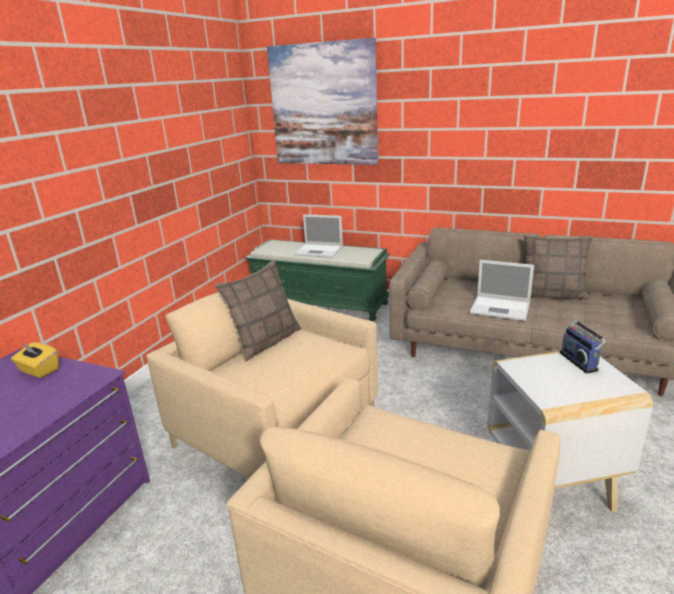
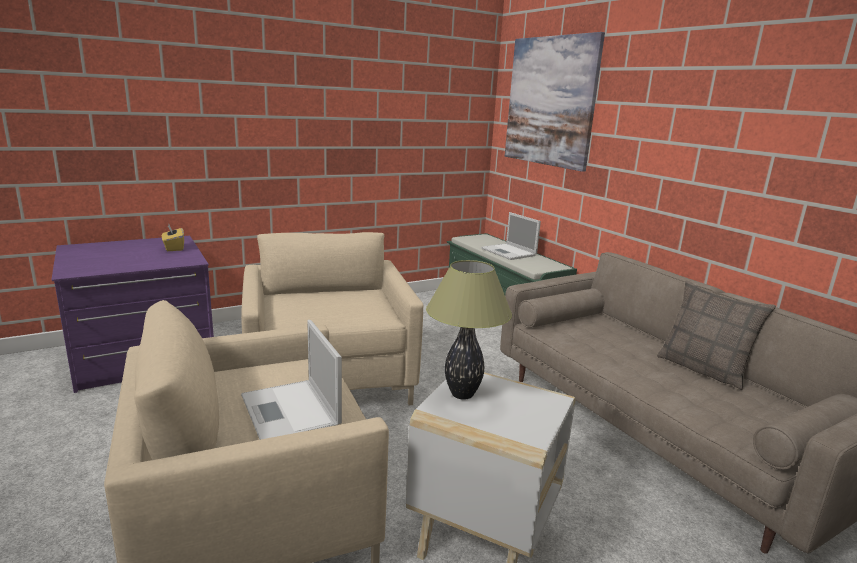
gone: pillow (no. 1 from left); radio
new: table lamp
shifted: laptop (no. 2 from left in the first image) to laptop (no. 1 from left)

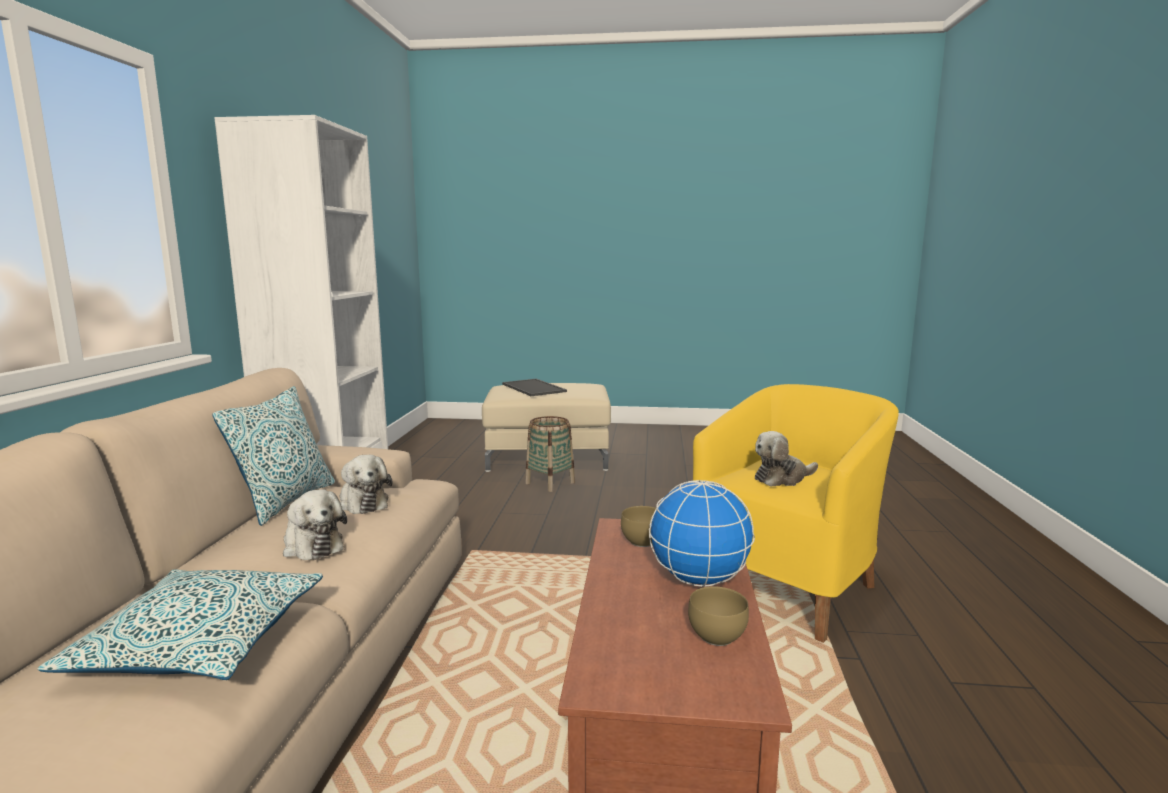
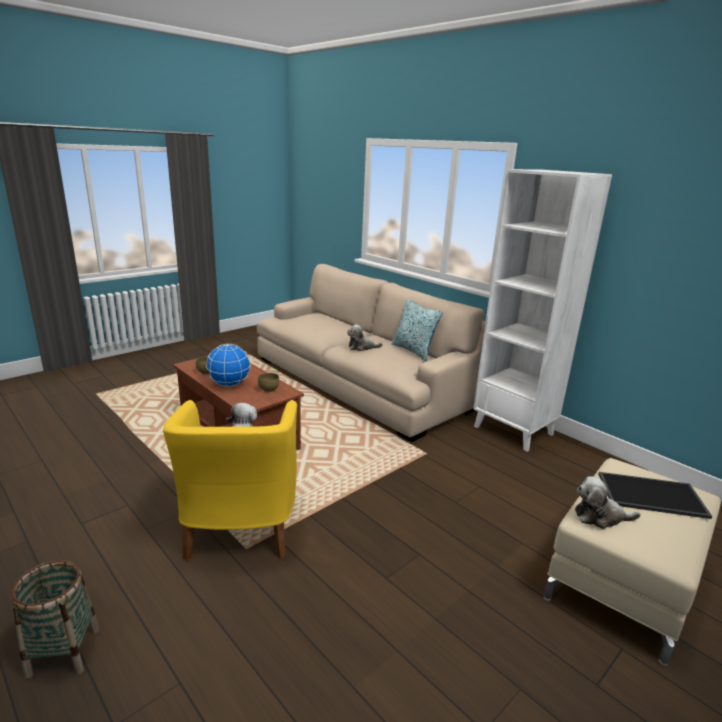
gone: pillow (no. 1 from left)
shifted: basket; plush toy (no. 2 from left in the first image) to plush toy (no. 3 from left)

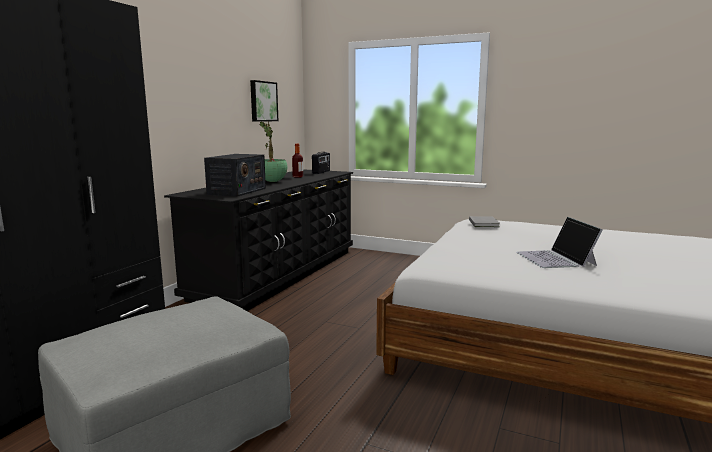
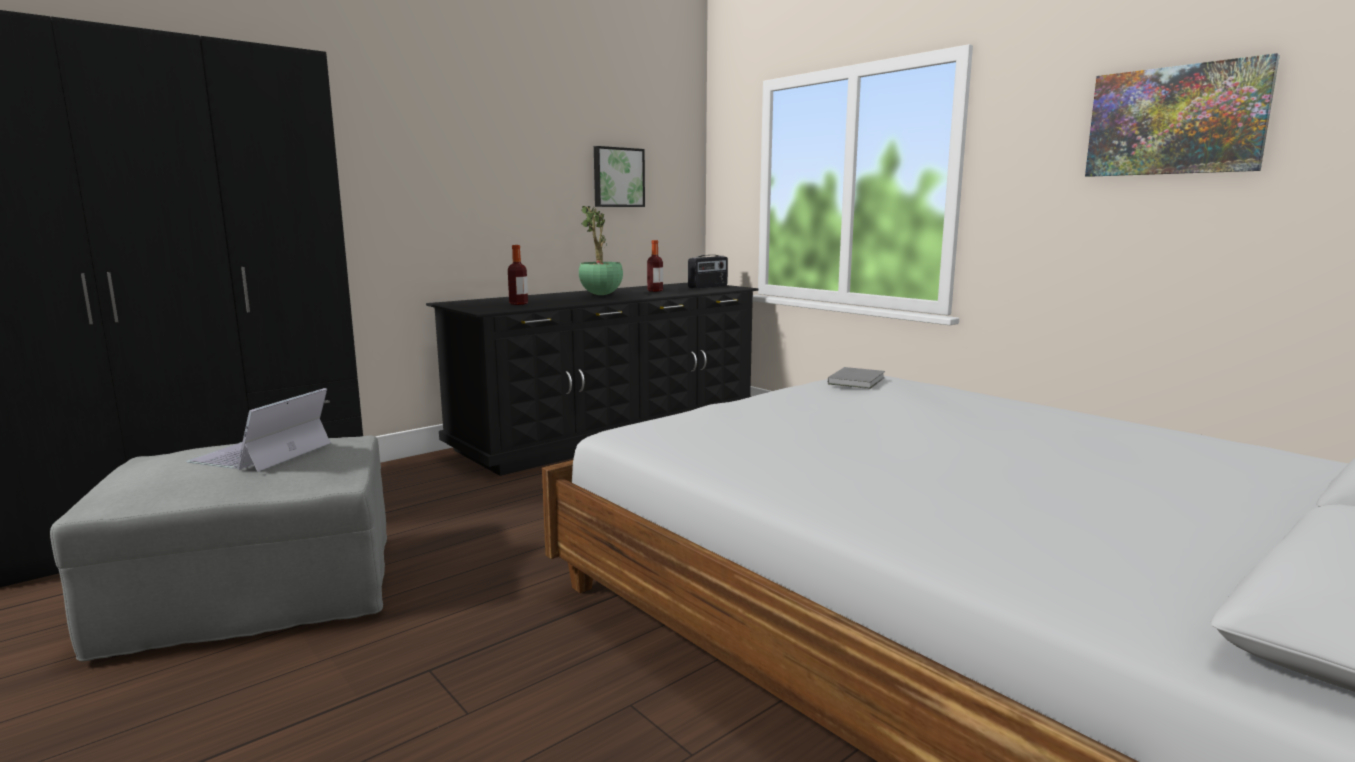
new: picture (no. 2 from left)
shifted: laptop
swapped: radio (no. 1 from left) to bottle (no. 1 from left)

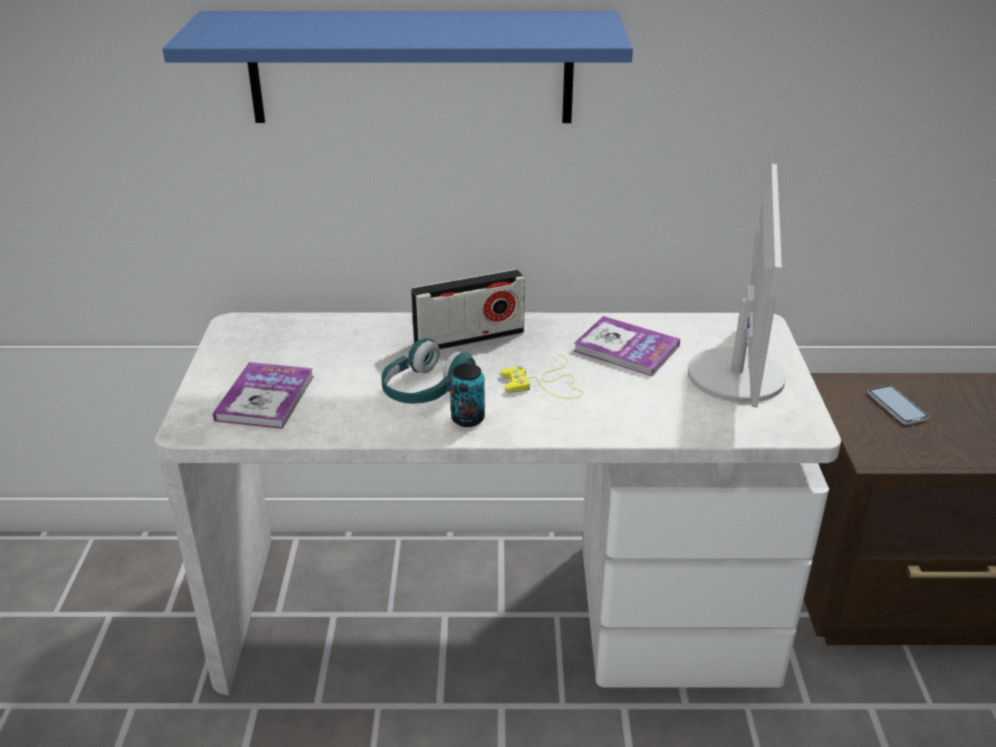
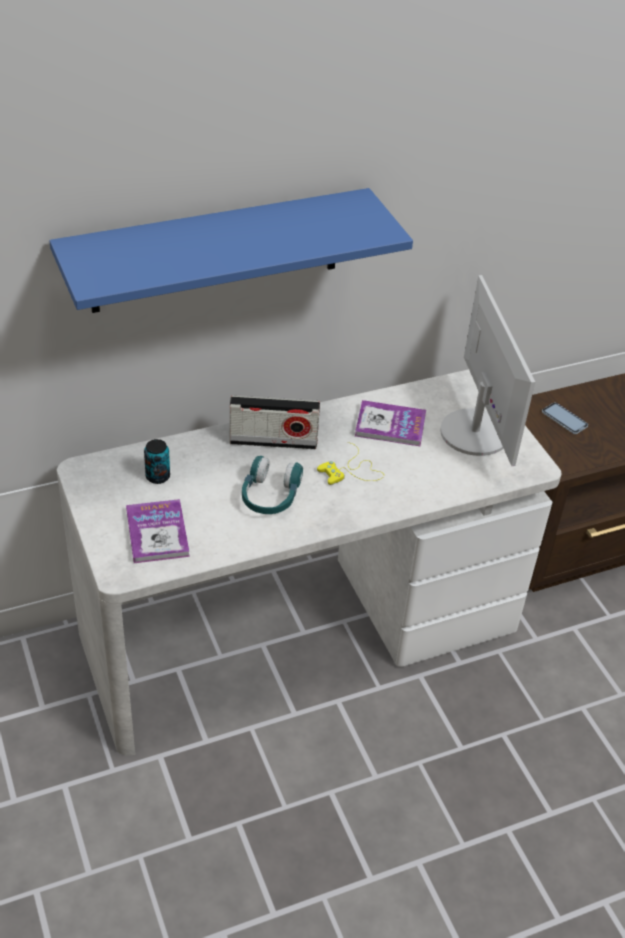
shifted: can
rotated: radio 45 degrees clockwise

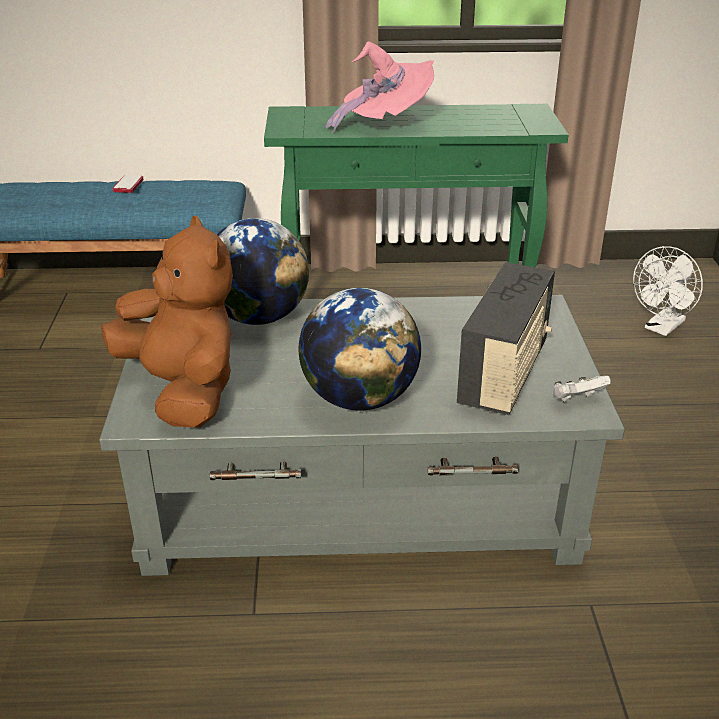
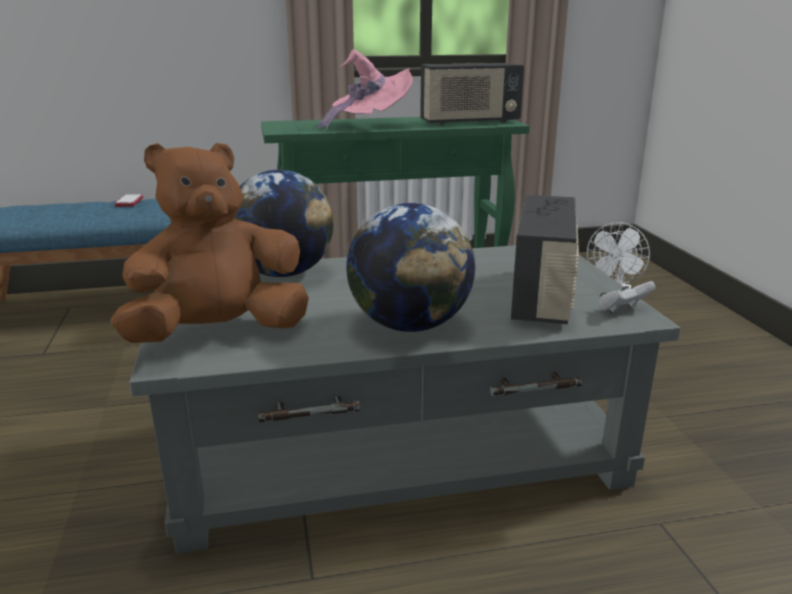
new: radio (no. 1 from left)
rotated: plush toy in brown 75 degrees counterclockwise

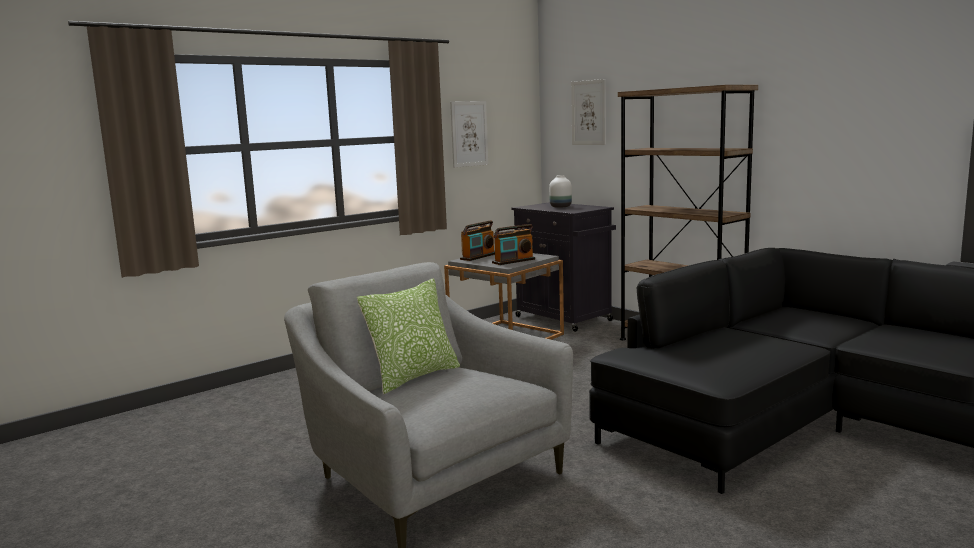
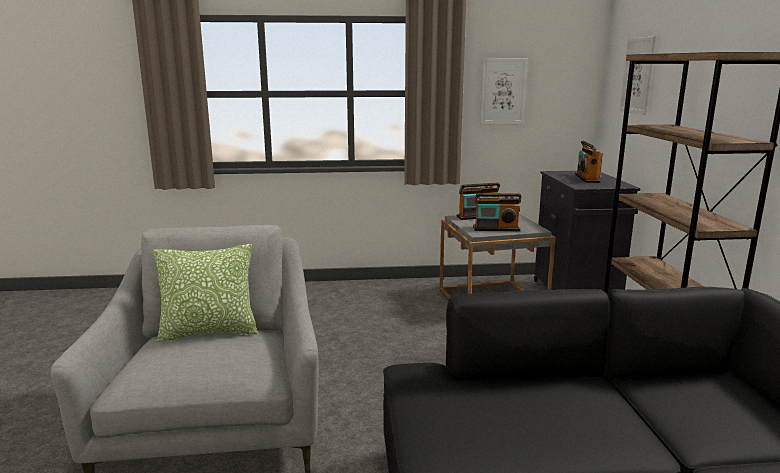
swapped: vase in white to radio (no. 3 from left)

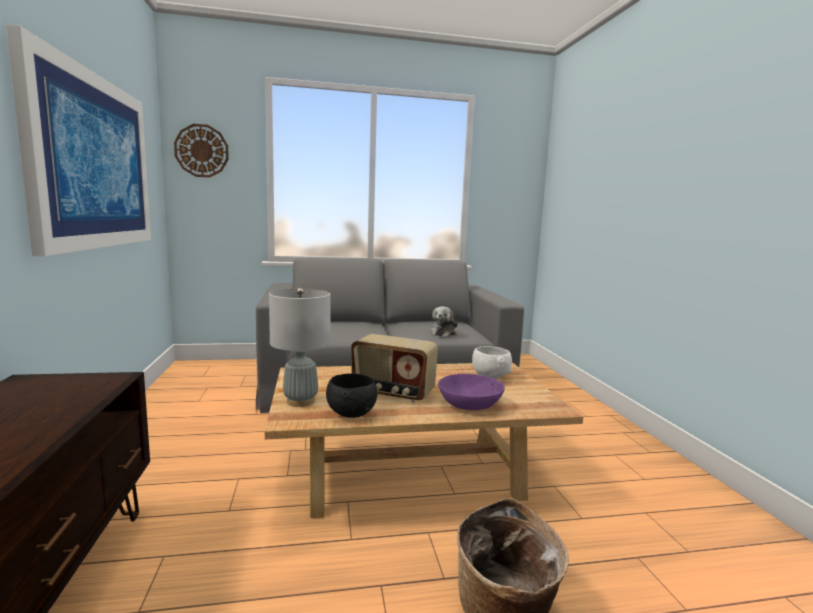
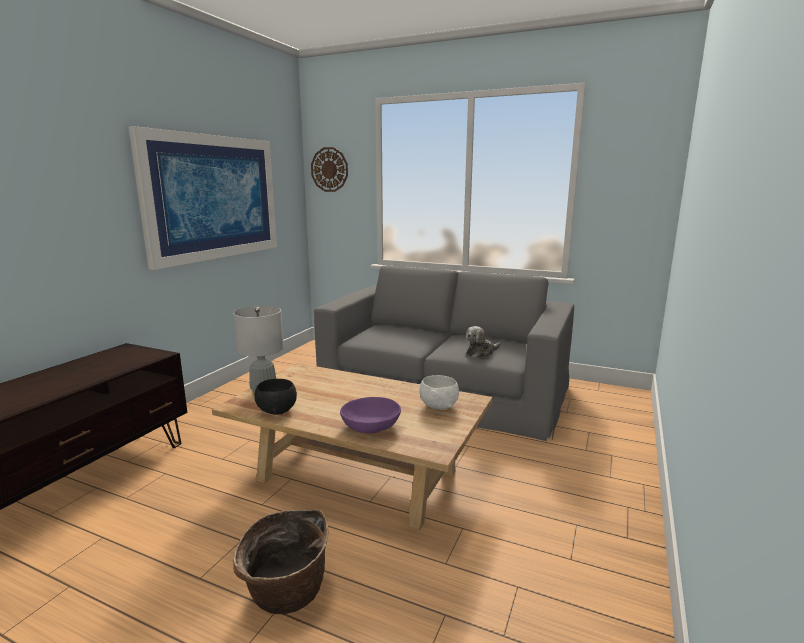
gone: radio

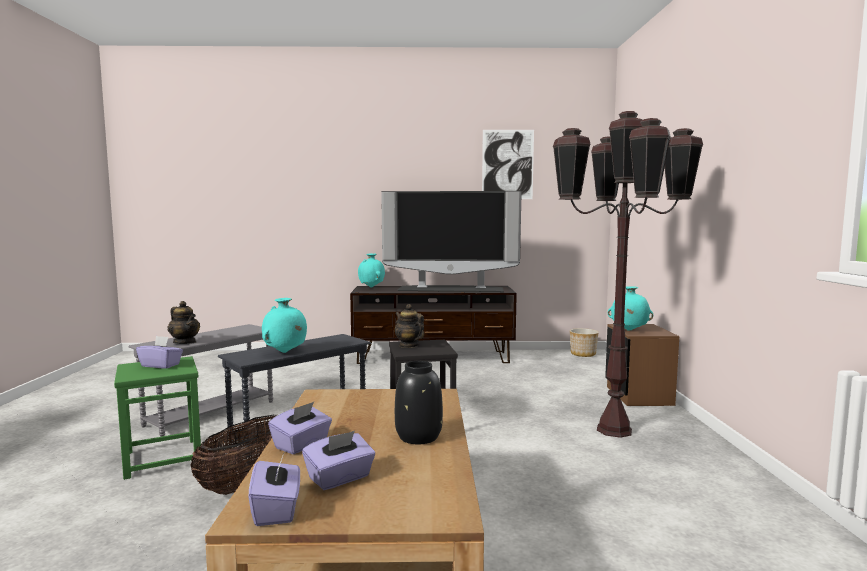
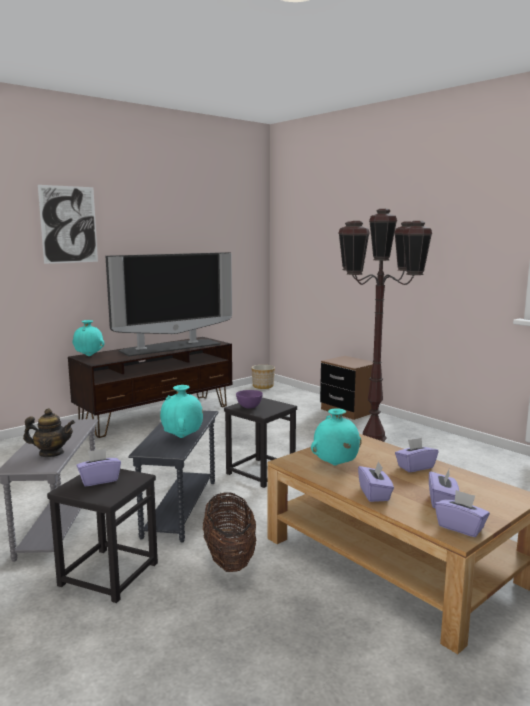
shifted: picture; vase in turquoise (no. 3 from left)
swapped: teapot (no. 2 from left) to bowl in purple; vase in black to tissue box in purple (no. 3 from left)
repainted: stool in green to stool in black (no. 1 from left)

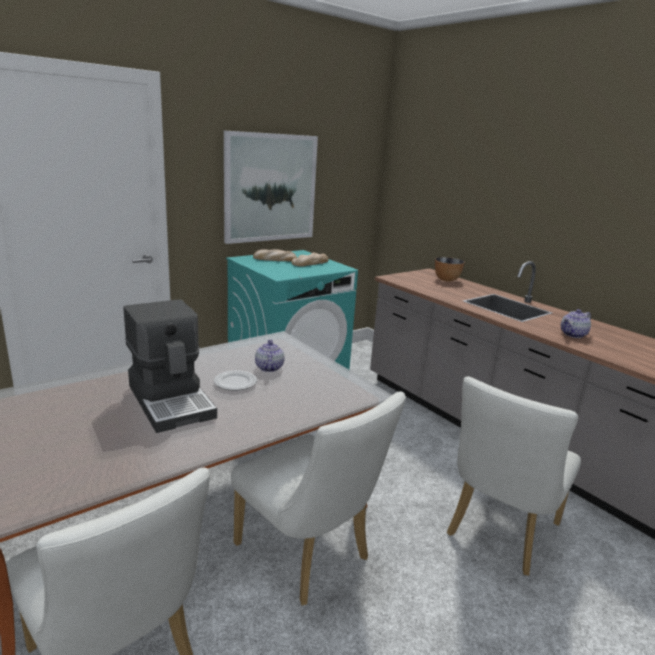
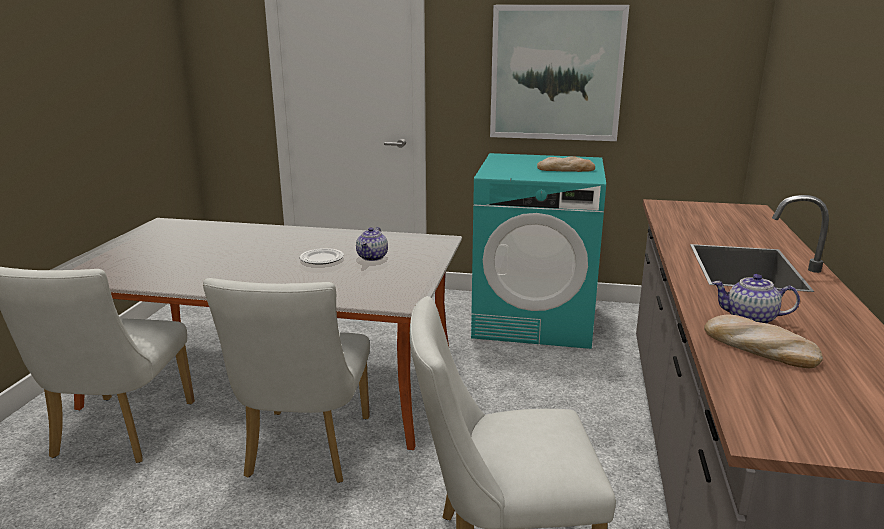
gone: bowl; coffee machine
shifted: bread (no. 1 from left in the first image) to bread (no. 2 from left)
rotated: teapot (no. 1 from left) 150 degrees clockwise

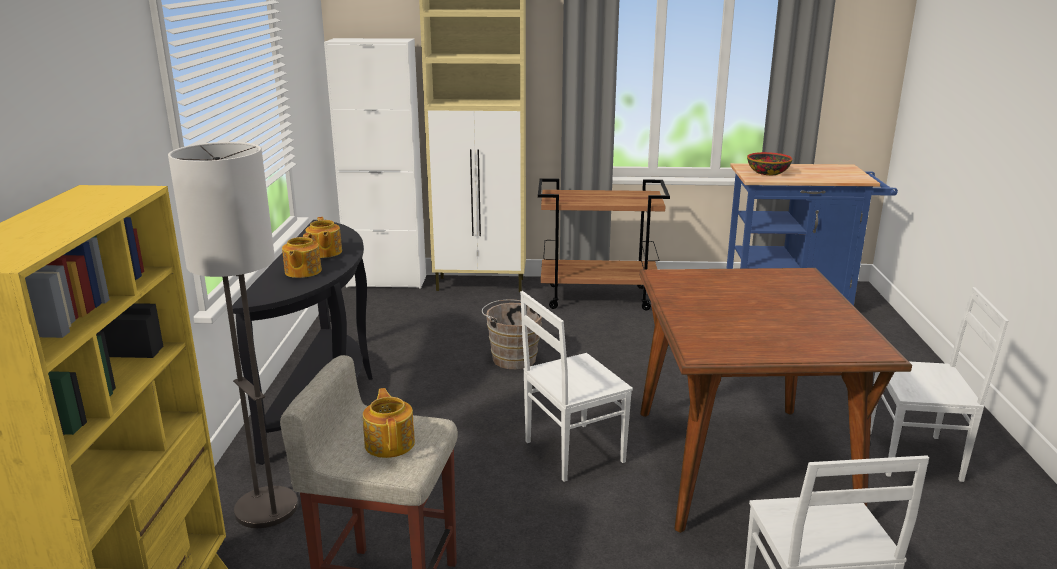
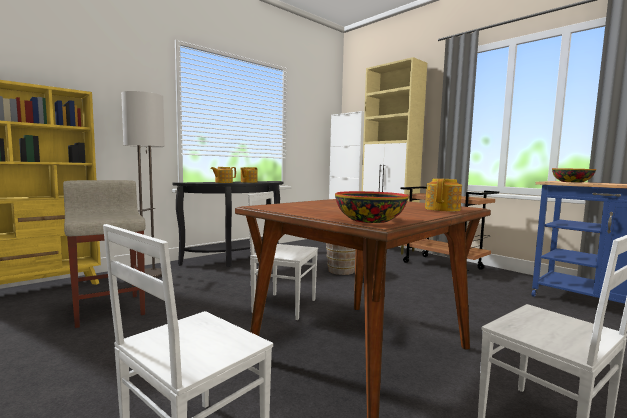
new: bowl (no. 1 from left)
shifted: teapot (no. 3 from left)

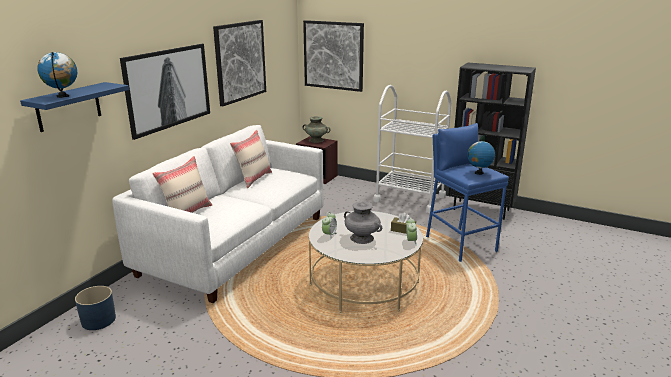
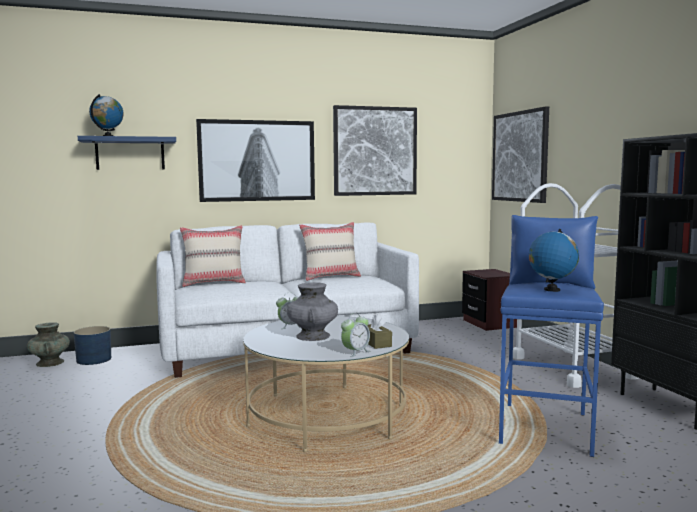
shifted: vase in turquoise

